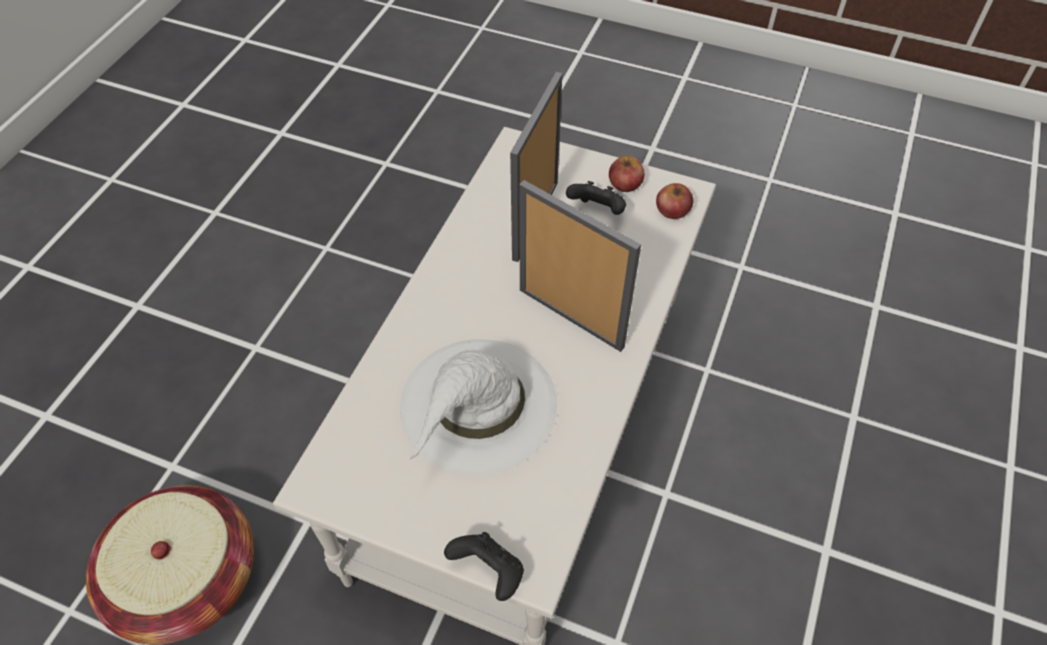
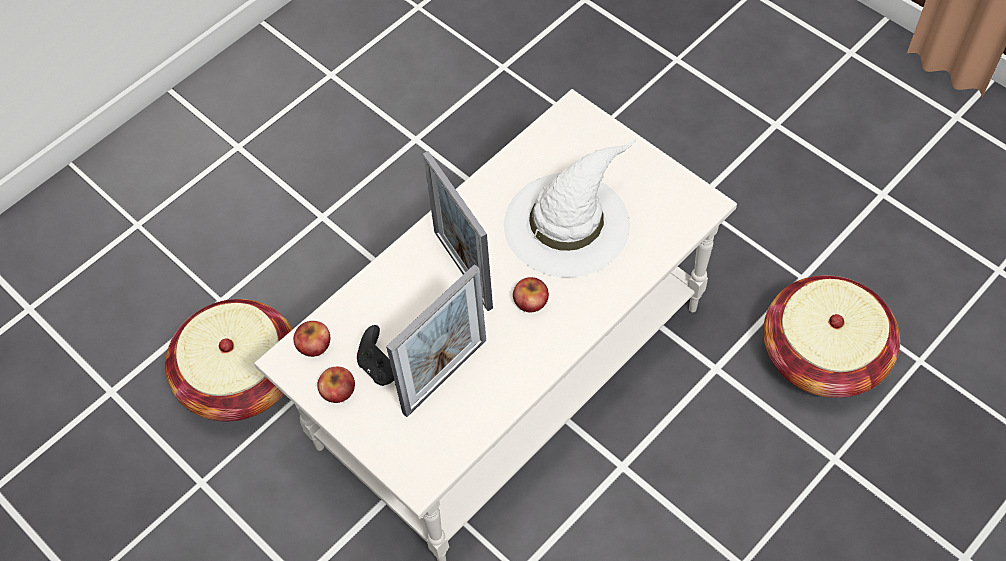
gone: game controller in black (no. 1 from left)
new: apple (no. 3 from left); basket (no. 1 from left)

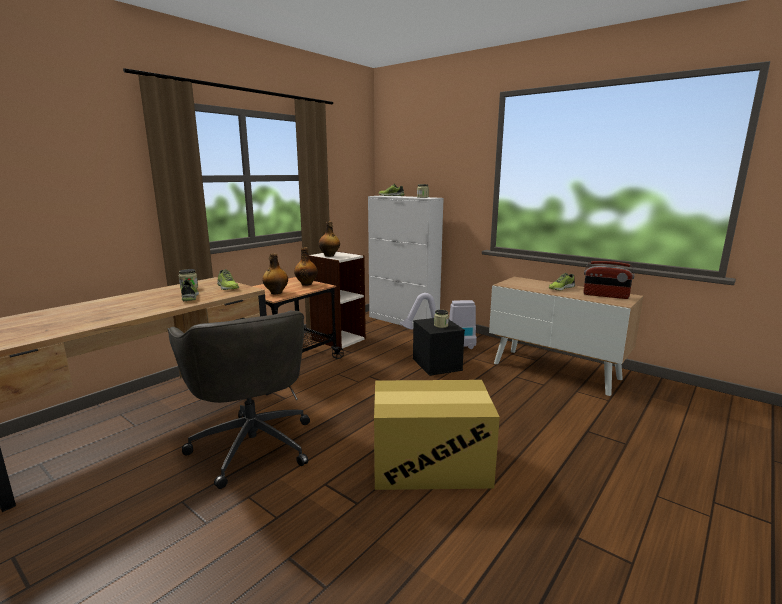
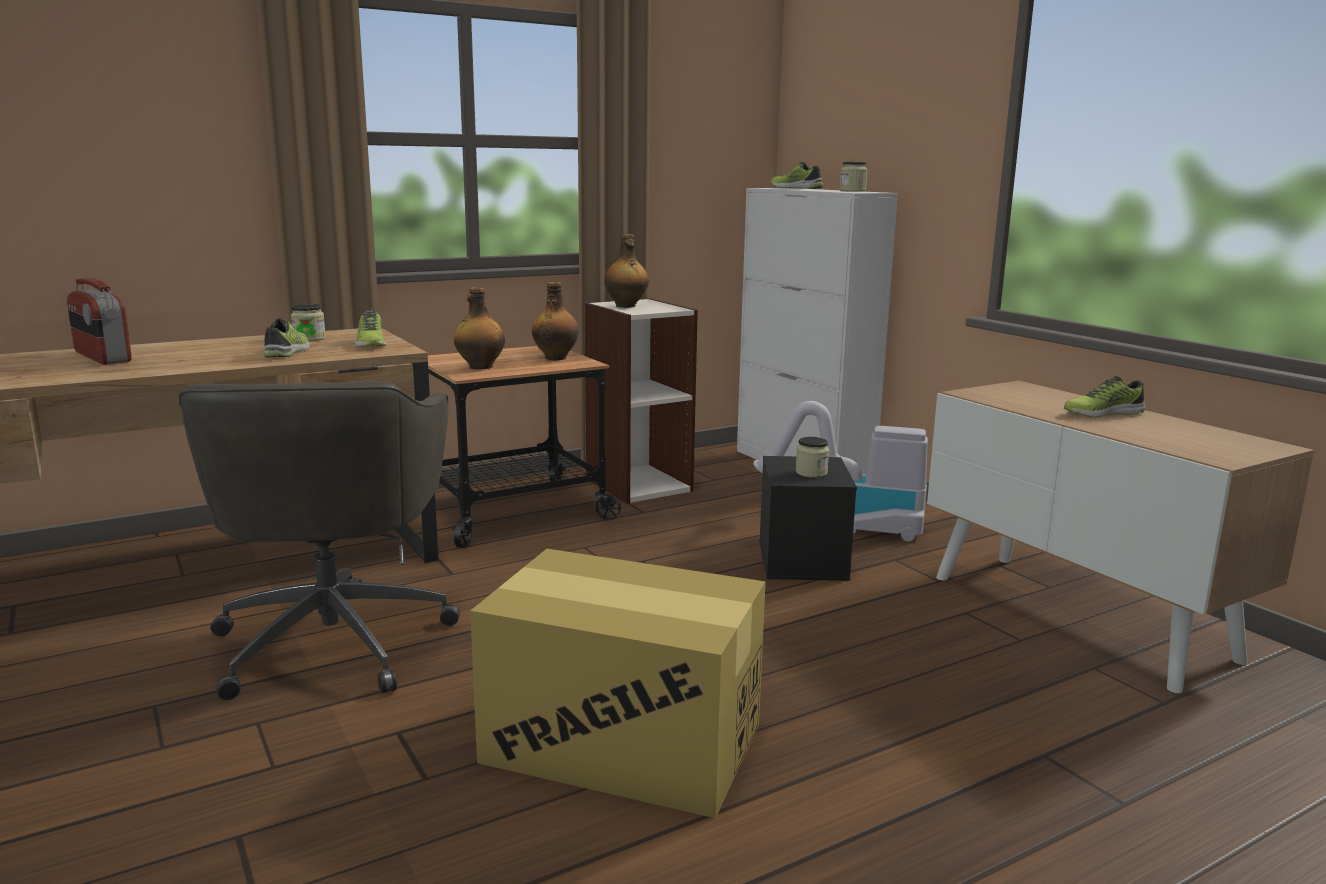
shifted: radio

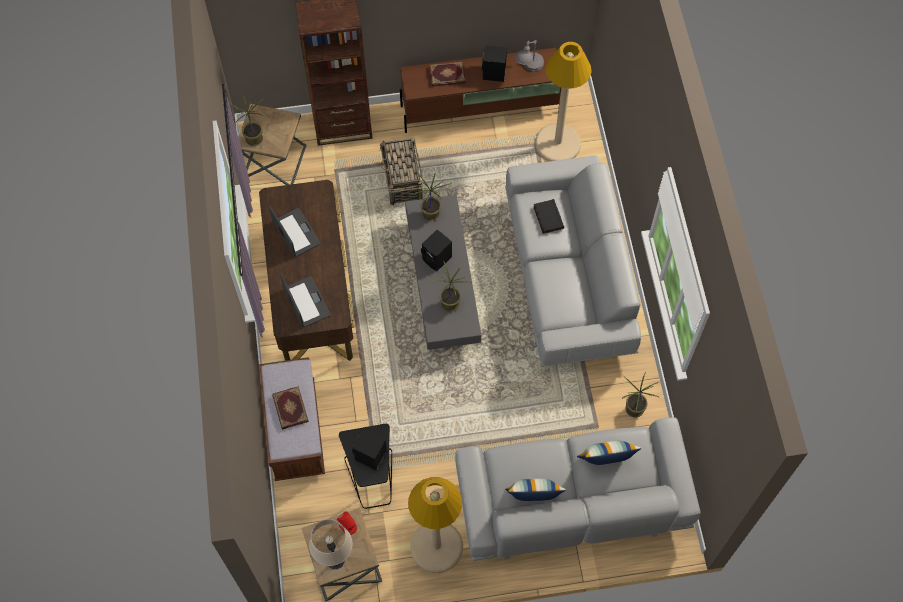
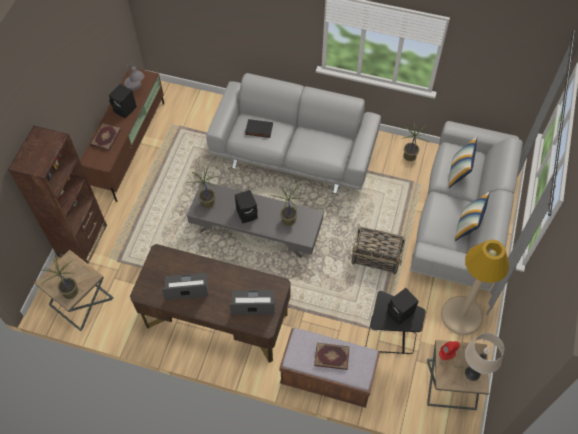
gone: floor lamp in beige (no. 2 from left)
shifted: basket

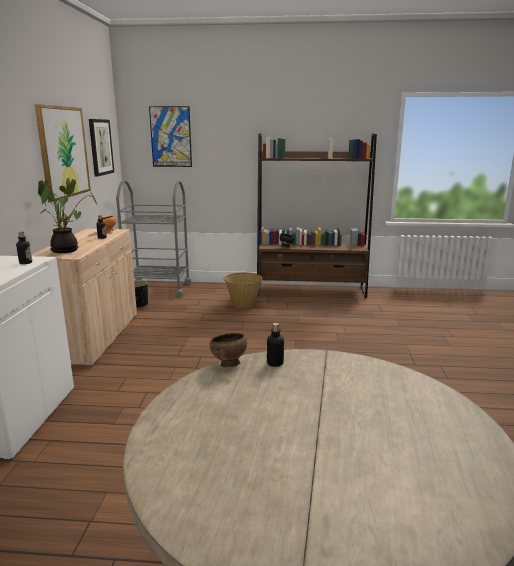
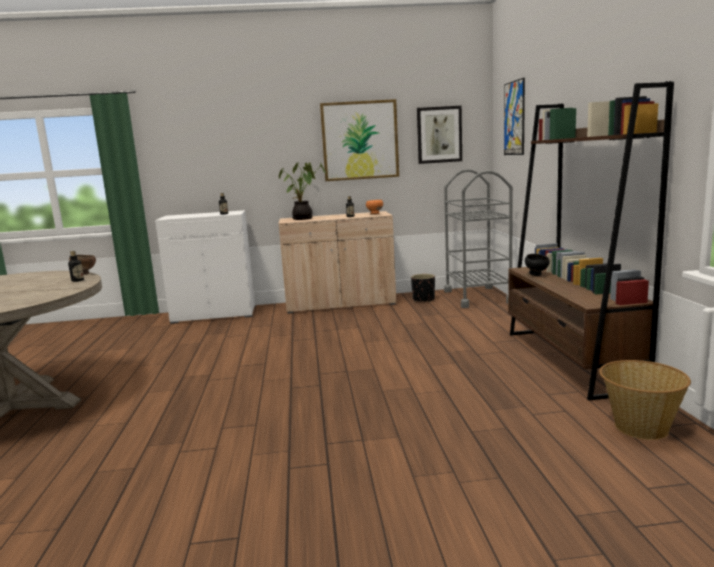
shifted: basket

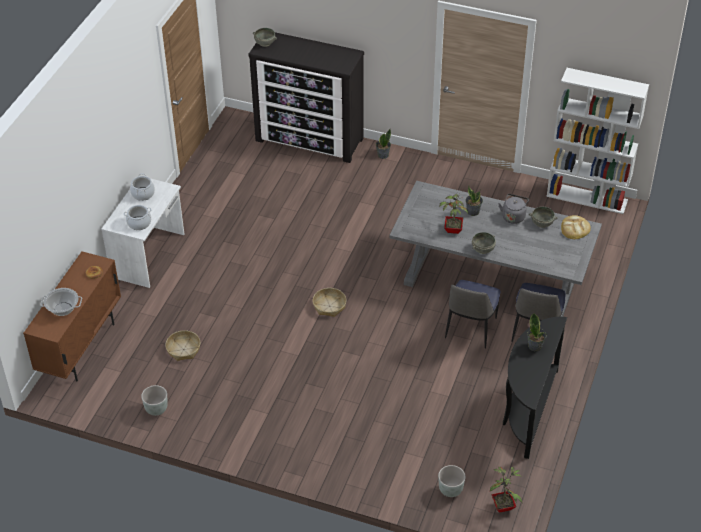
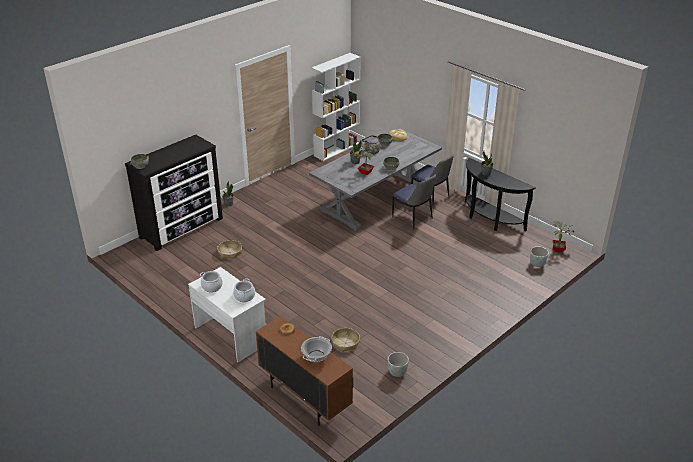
shifted: basket (no. 2 from left in the first image) to basket (no. 1 from left)

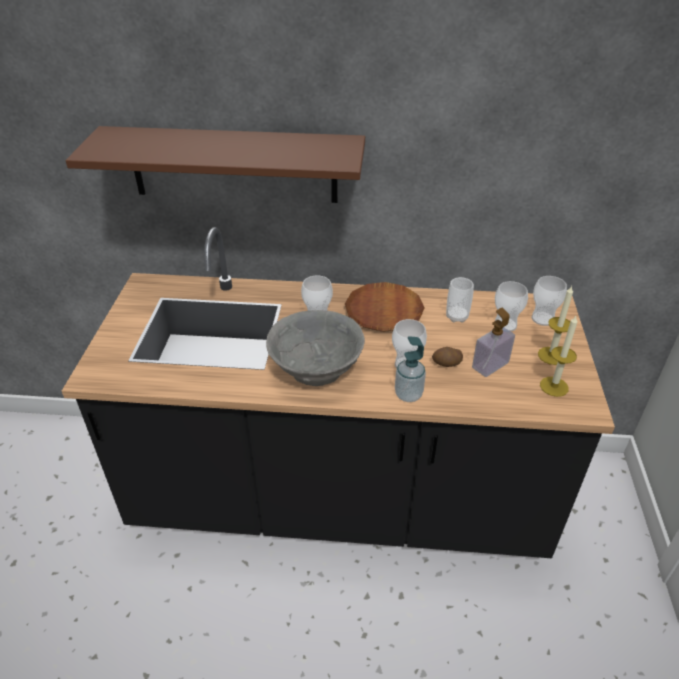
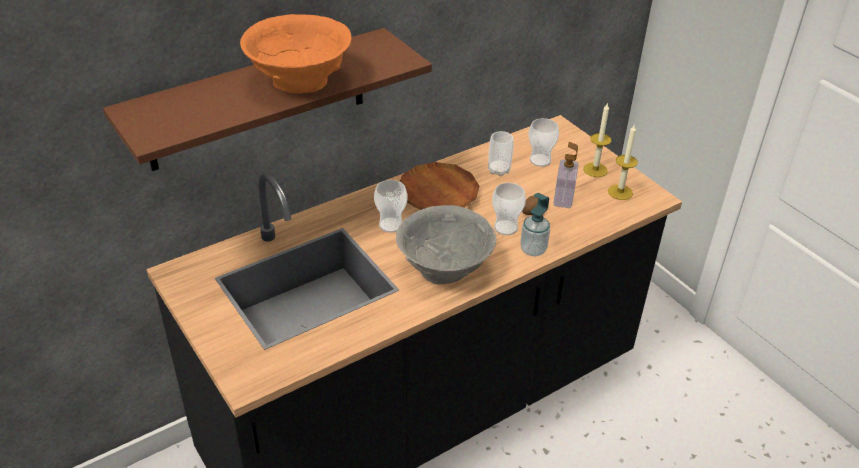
gone: cup (no. 5 from left)
new: bowl in orange

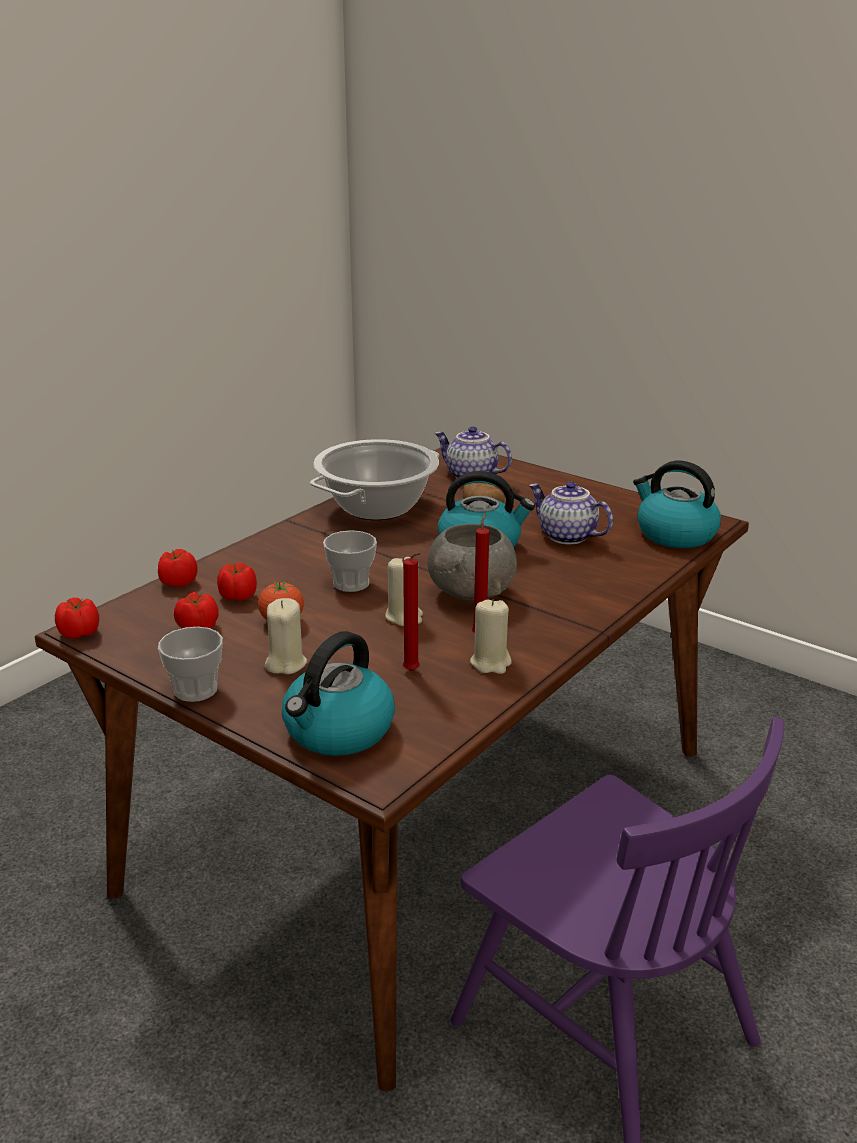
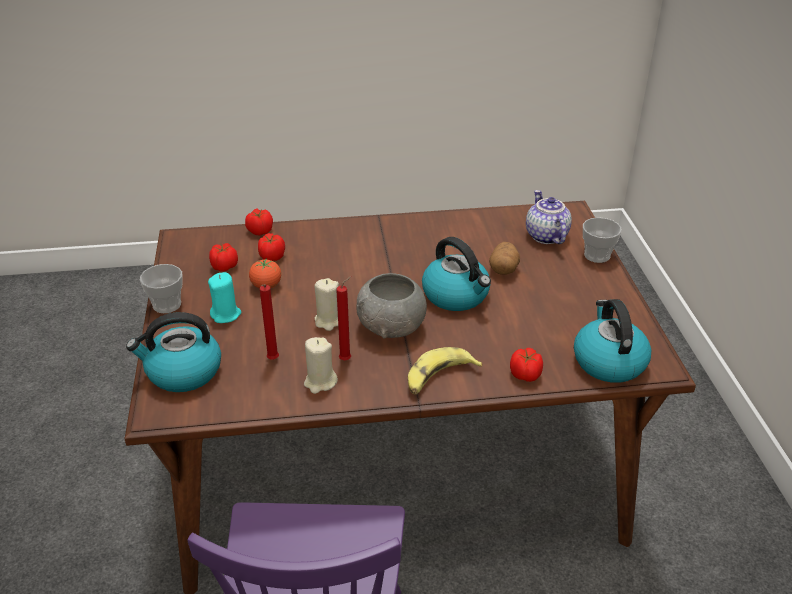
gone: cooking pot; teapot (no. 2 from left)
new: banana
shifted: cup (no. 2 from left); tomato (no. 1 from left in the first image) to tomato (no. 5 from left)
repainted: candle in beige (no. 1 from left) to candle in turquoise

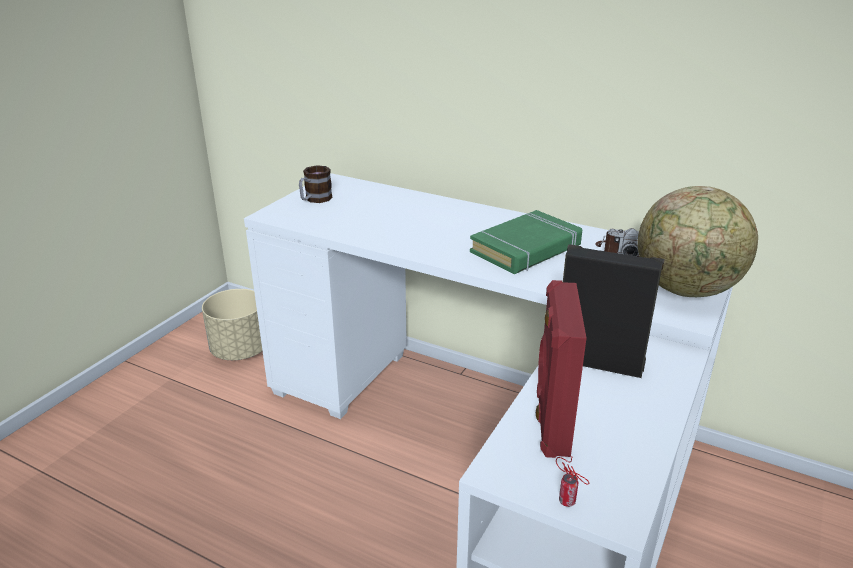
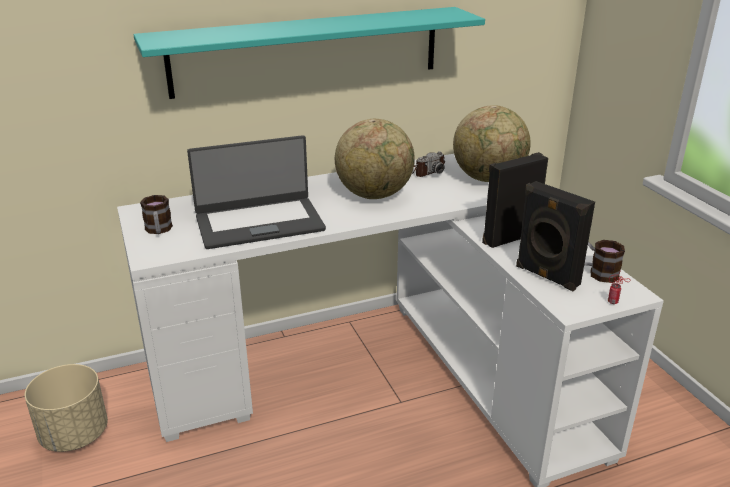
new: shelf in turquoise; laptop; mug (no. 2 from left)
swapped: book in green to globe (no. 1 from left)
repainted: speaker in red to speaker in black (no. 2 from left)

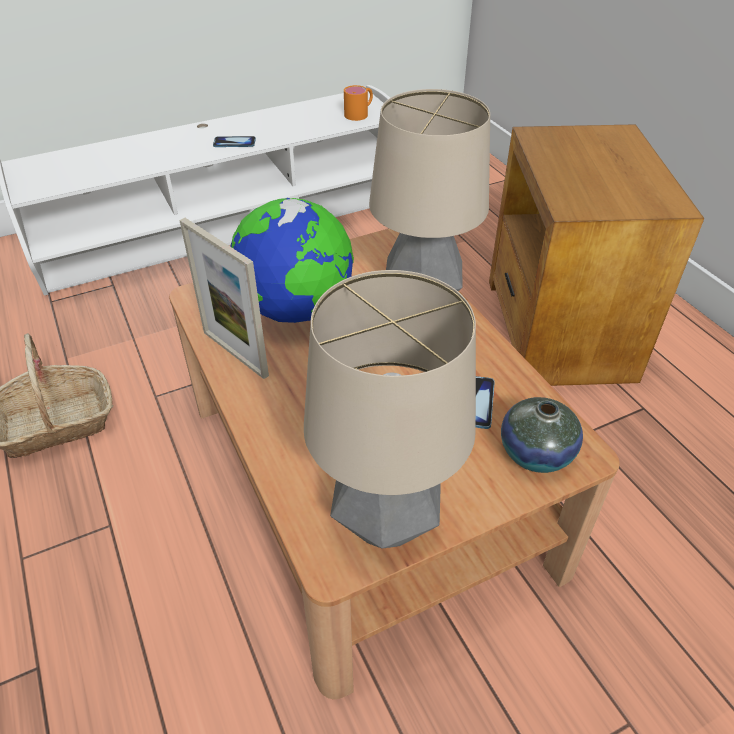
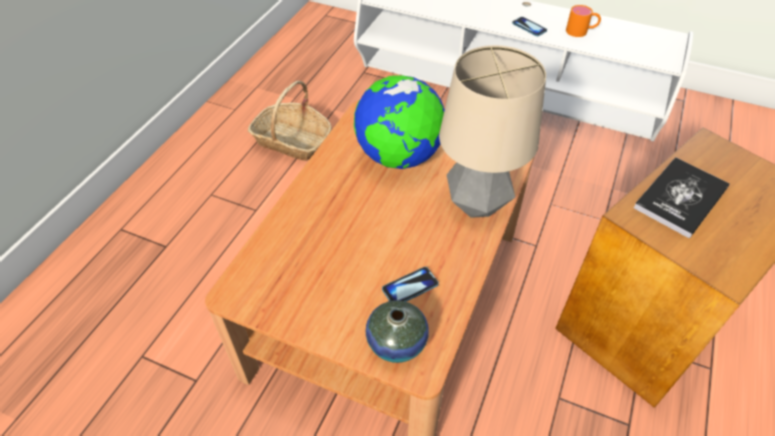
gone: picture frame; table lamp (no. 1 from left)
new: book
shifted: mug in orange

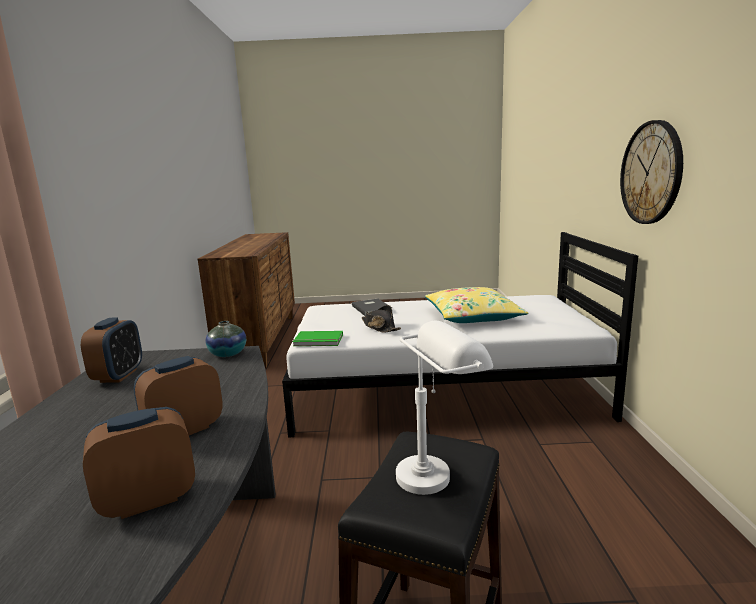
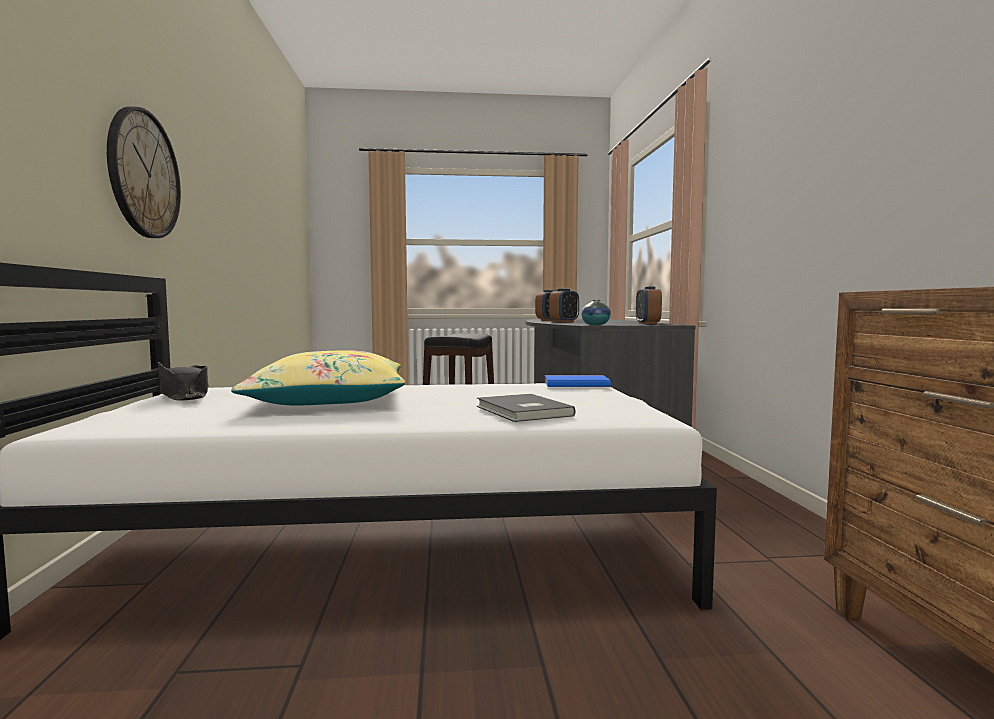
gone: table lamp in white
shifted: hat in black
repainted: book in green to book in blue

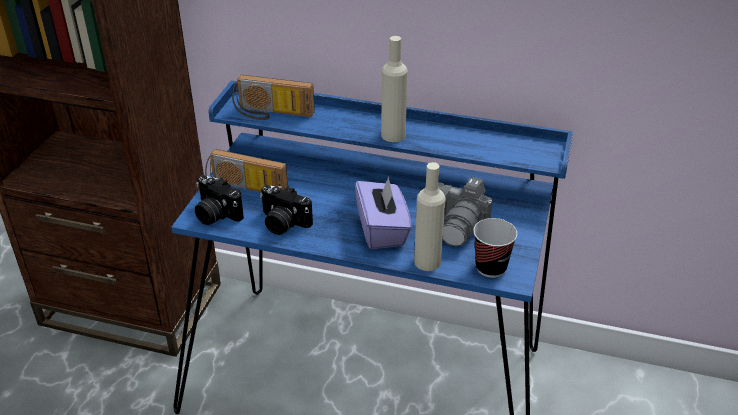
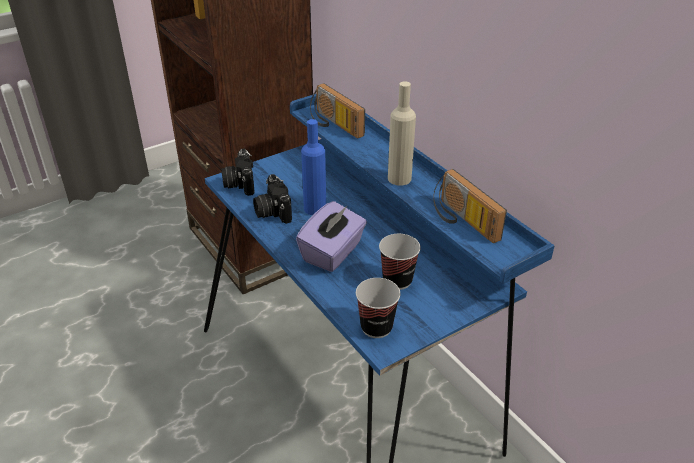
gone: bottle in beige (no. 2 from left)
new: bottle in blue
shifted: radio (no. 1 from left in the first image) to radio (no. 2 from left)
swapped: photo camera (no. 3 from left) to cup (no. 2 from left)

